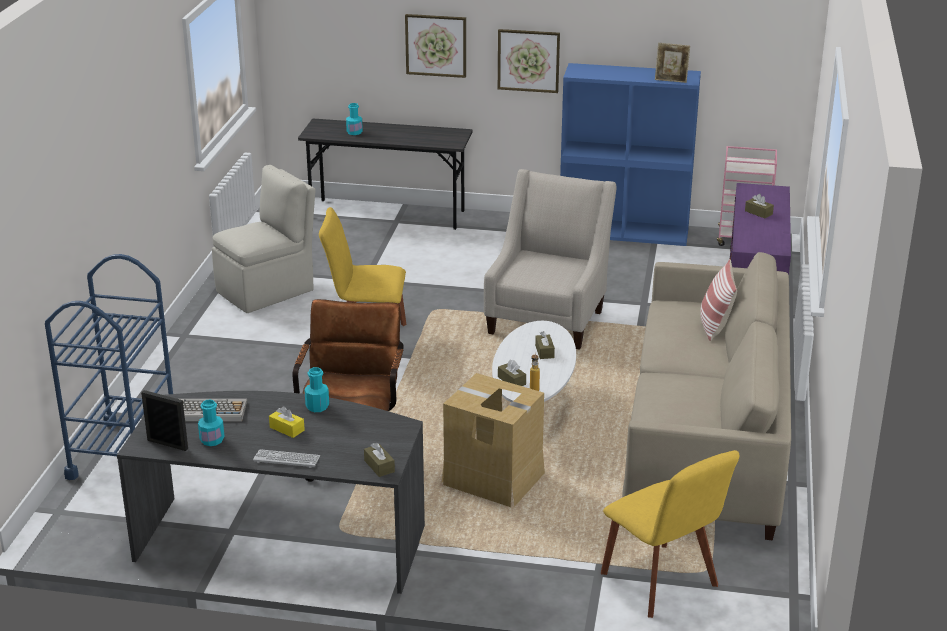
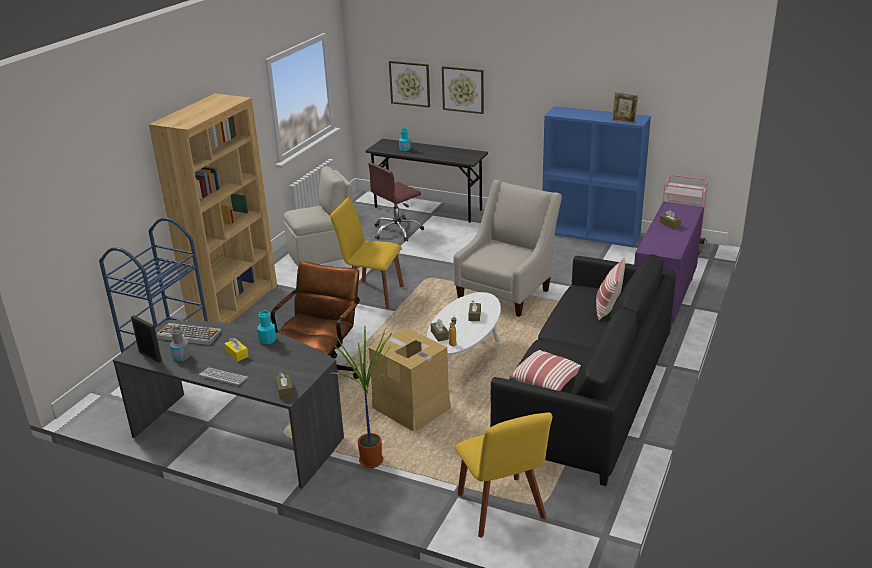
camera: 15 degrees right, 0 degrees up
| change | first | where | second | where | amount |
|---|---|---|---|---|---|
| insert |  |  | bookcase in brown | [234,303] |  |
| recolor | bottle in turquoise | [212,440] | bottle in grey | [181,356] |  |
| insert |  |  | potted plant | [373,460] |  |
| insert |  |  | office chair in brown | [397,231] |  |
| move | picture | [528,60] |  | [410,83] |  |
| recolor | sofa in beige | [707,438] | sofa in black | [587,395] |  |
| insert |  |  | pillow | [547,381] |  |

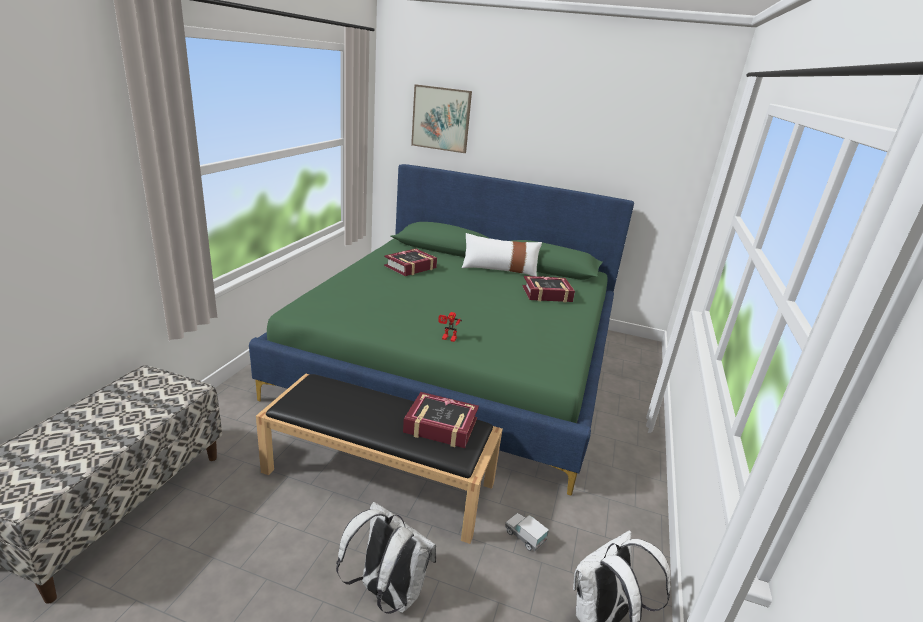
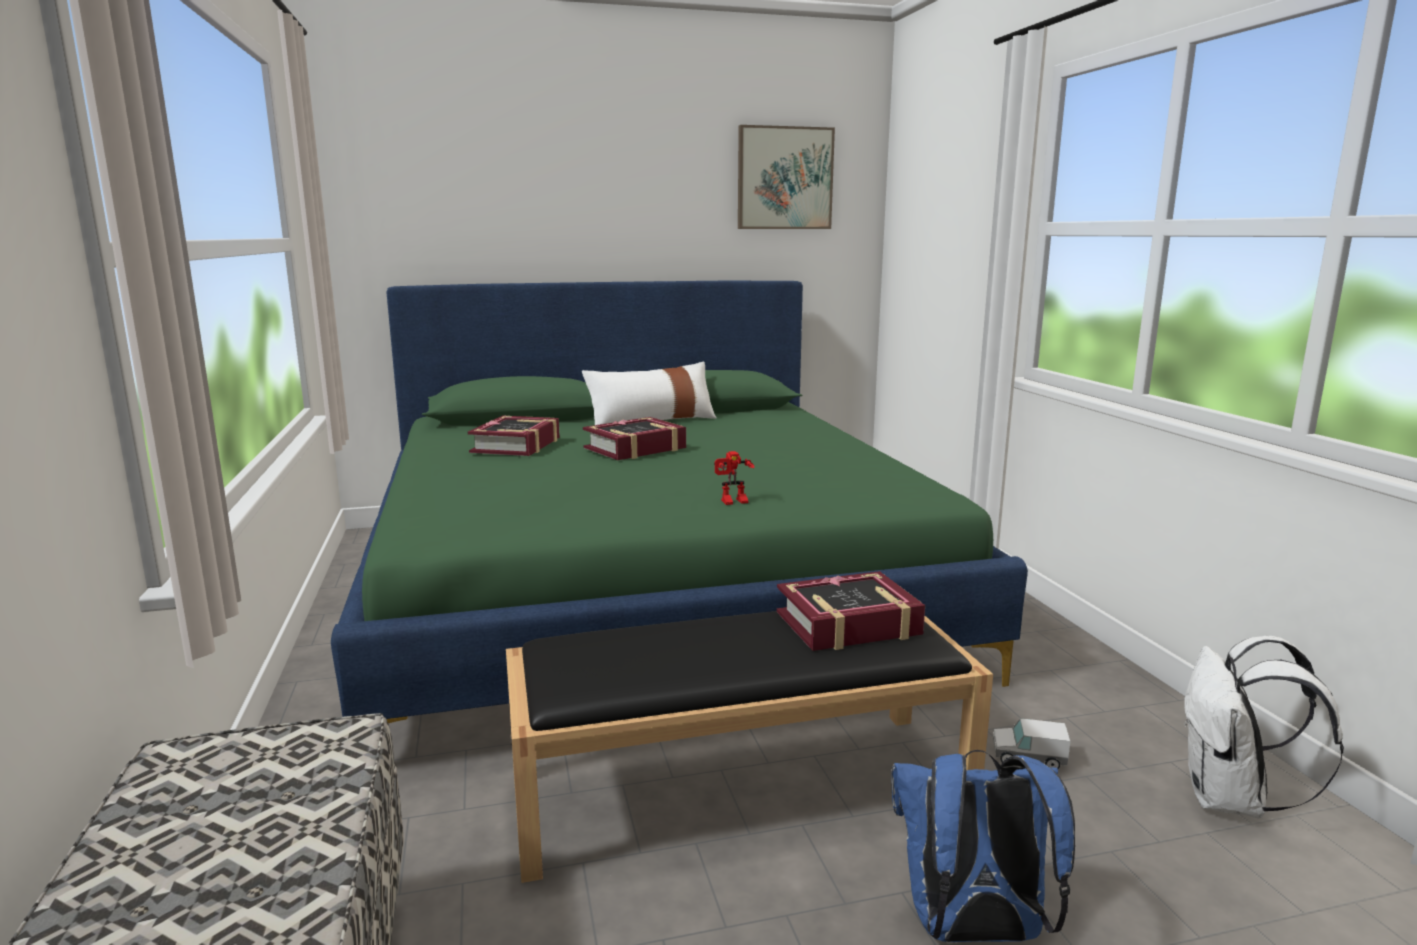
camera: 30 degrees left, 10 degrees down
| change | first | where | second | where | amount |
|---|---|---|---|---|---|
| move | book | [547,294] |  | [635,448] |  |
| move | picture | [441,119] |  | [784,178] |  |
| recolor | backpack in white | [387,593] | backpack in blue | [971,931] |  |

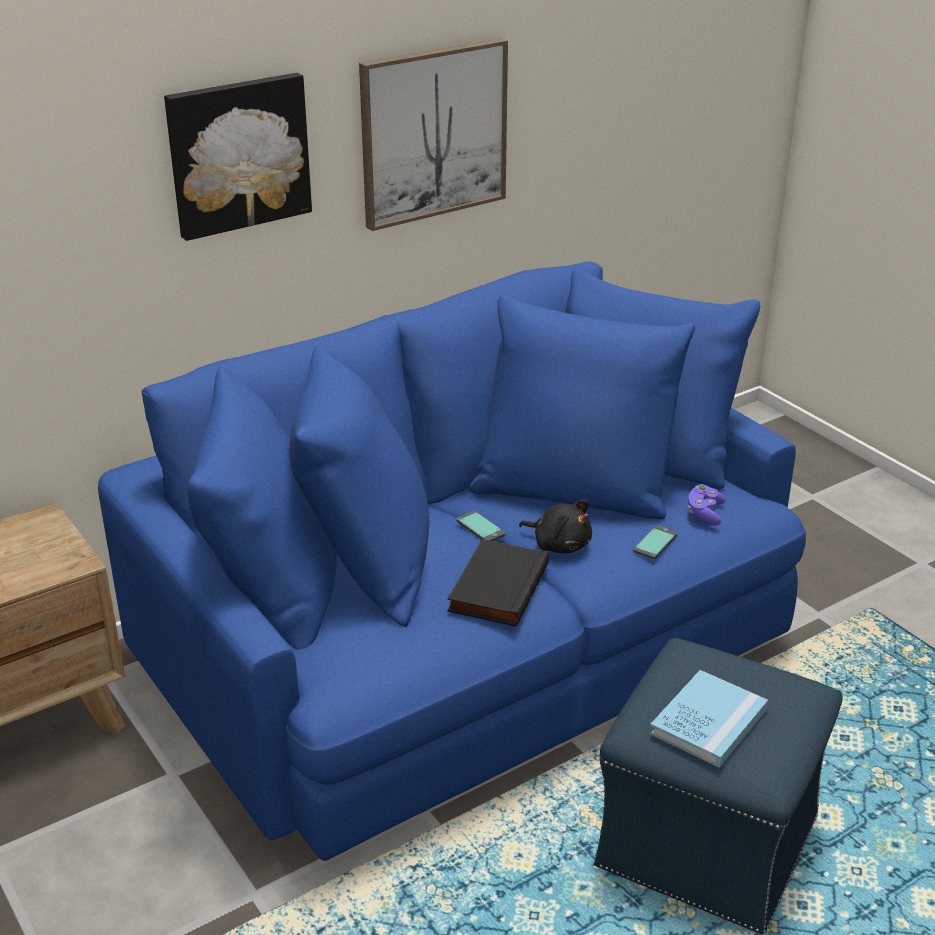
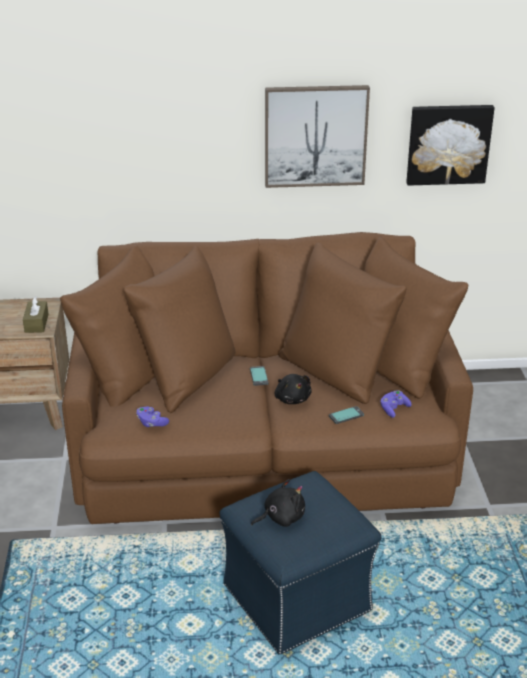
camera: 30 degrees right, 0 degrees up
| change | first | where | second | where | amount |
|---|---|---|---|---|---|
| insert |  |  | tissue box in brown | [36,323] |  |
| recolor | sofa in blue | [466,641] | sofa in brown | [264,446] |  |
| insert |  |  | game controller in purple | [151,423] |  |
| replace | book in blue | [708,722] | plush toy in black | [281,517] |  |
| move | picture | [238,154] |  | [448,144] |  |
| delete | book in black | [496,587] |  |  |  |

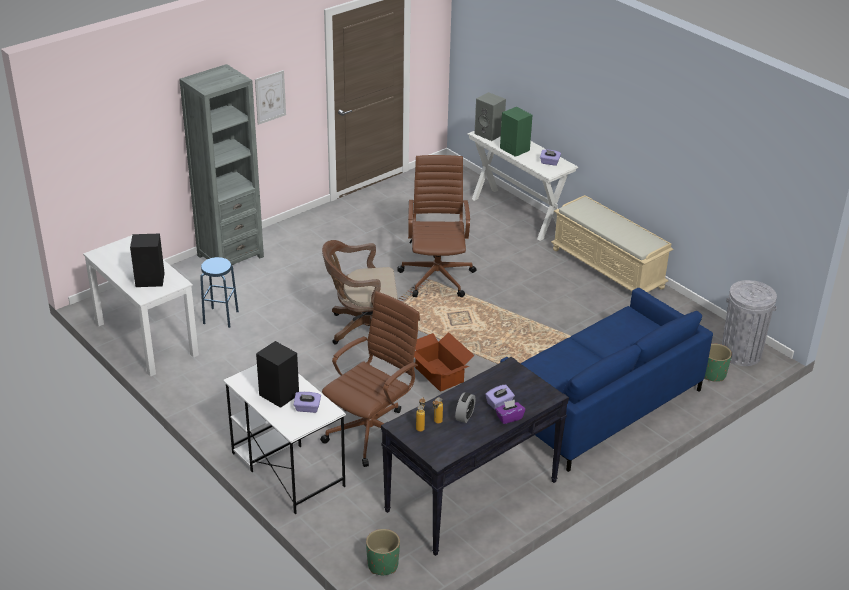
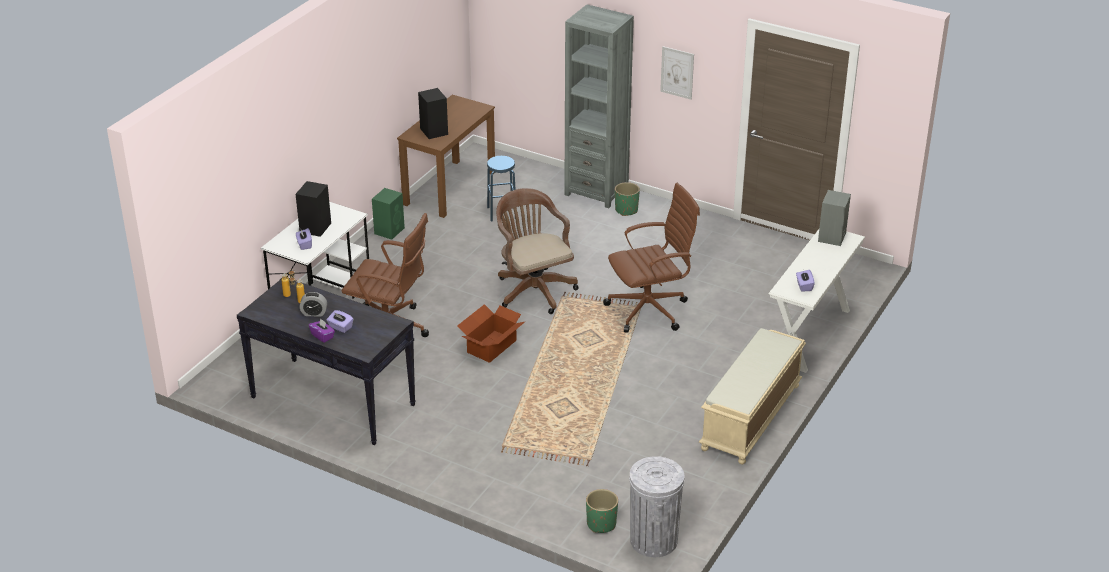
camera: 70 degrees right, 0 degrees up
| change | first | where | second | where | amount |
|---|---|---|---|---|---|
| move | speaker in green | [514,149] |  | [389,230] |  |
| recolor | desk in white | [146,339] | desk in brown | [449,188] |  |
| move | planter in green | [382,565] |  | [626,210] |  |
| delete | sofa in blue | [600,404] |  |  |  |

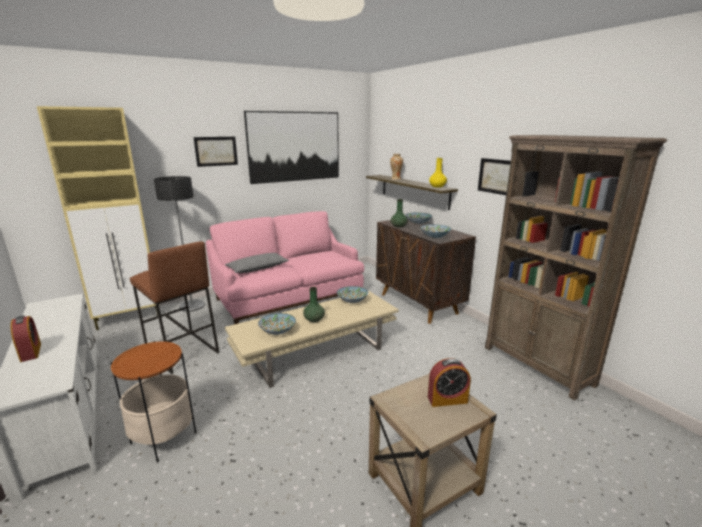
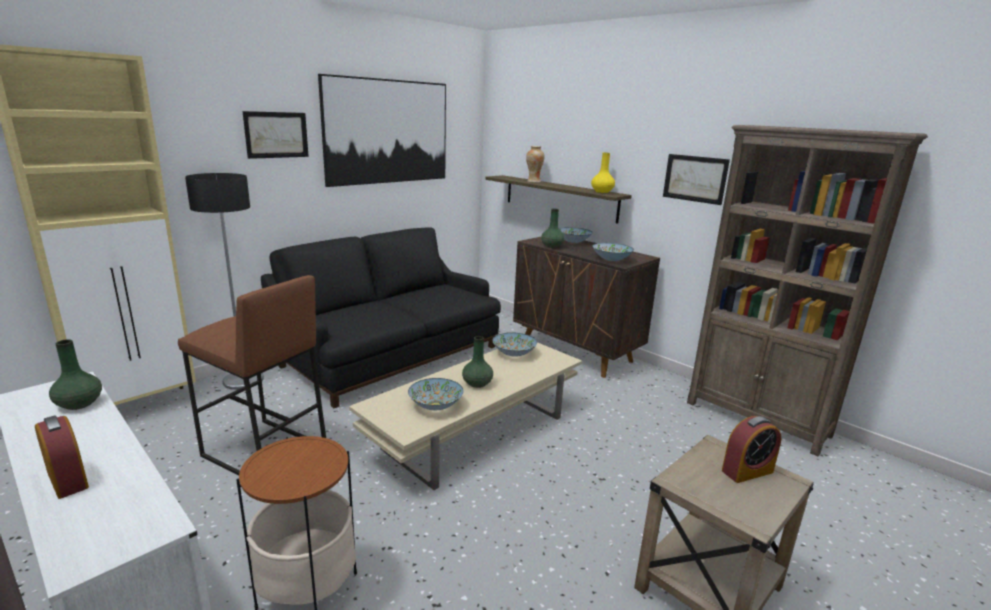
camera: 15 degrees left, 0 degrees up
| change | first | where | second | where | amount |
|---|---|---|---|---|---|
| insert |  |  | vase in green | [79,403] |  |
| recolor | sofa in pink | [289,296] | sofa in black | [391,354] |  |
| delete | pillow in grey | [258,268] |  |  |  |

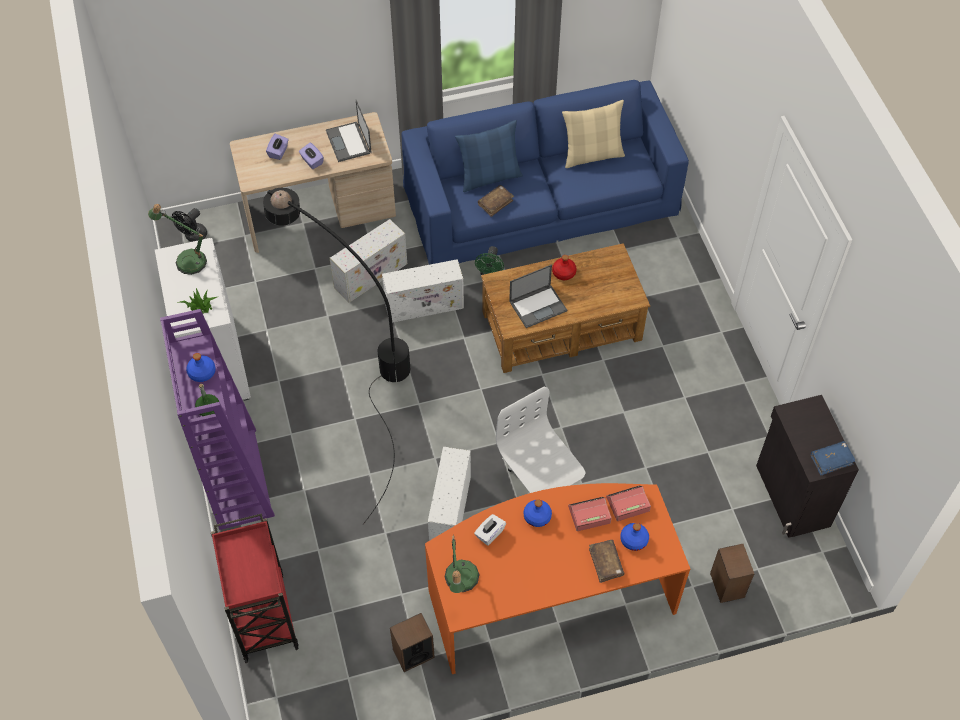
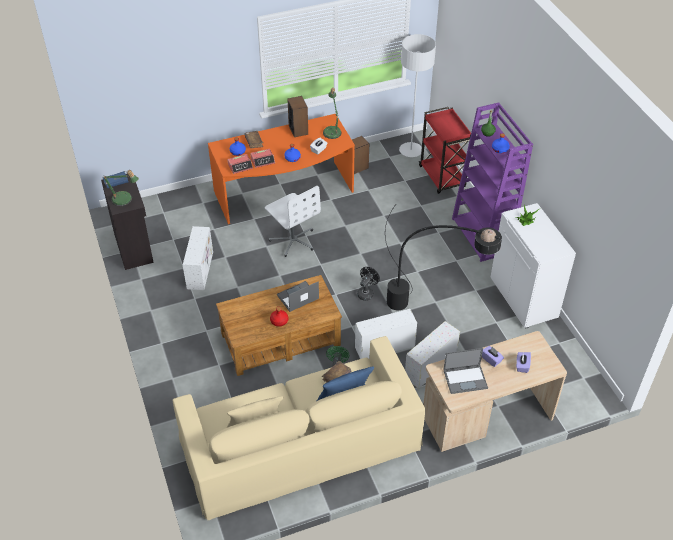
camera: 175 degrees right, 10 degrees down
| change | first | where | second | where | amount |
|---|---|---|---|---|---|
| move | table lamp | [187,259] |  | [124,200] |  |
| recolor | sofa in blue | [541,198] | sofa in beige | [300,443] |  |
| move | storage box in white | [450,512] |  | [200,269] |  |
| move | speaker | [727,585] |  | [298,130] |  |
| move | fan in black | [193,237] |  | [366,293] |  |
| insert |  |  | floor lamp in grey | [410,150] |  |
| rotate | laptop | [349,142] |  | [465,379] | 105 degrees clockwise |

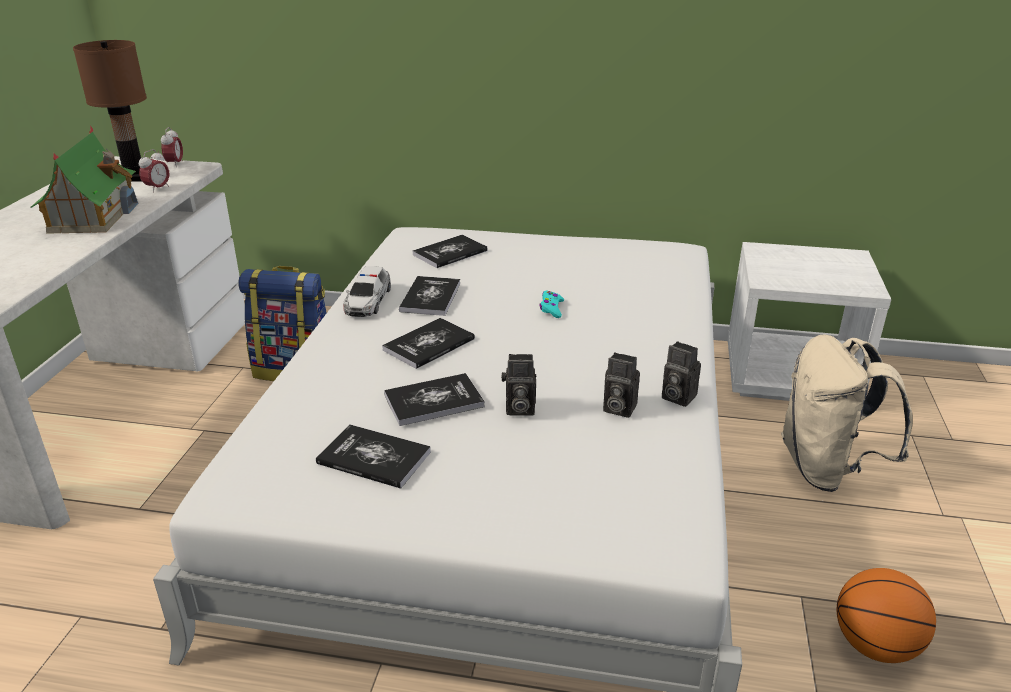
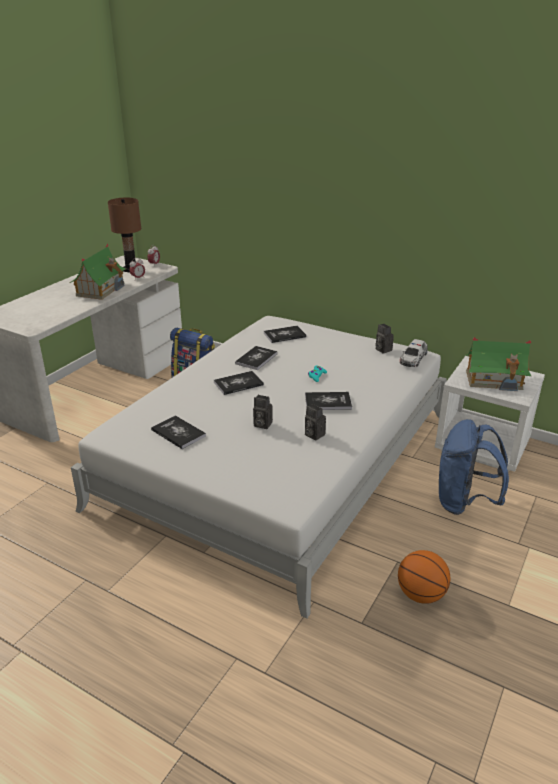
camera: 20 degrees right, 0 degrees up
| change | first | where | second | where | amount |
|---|---|---|---|---|---|
| move | book | [434,401] |  | [328,402] |  |
| move | photo camera | [676,397] |  | [382,349] |  |
| move | toy car | [367,301] |  | [413,358] |  |
| recolor | backpack in beige | [826,469] | backpack in blue | [464,502] |  |
| insert |  |  | toy house | [494,380] |  |

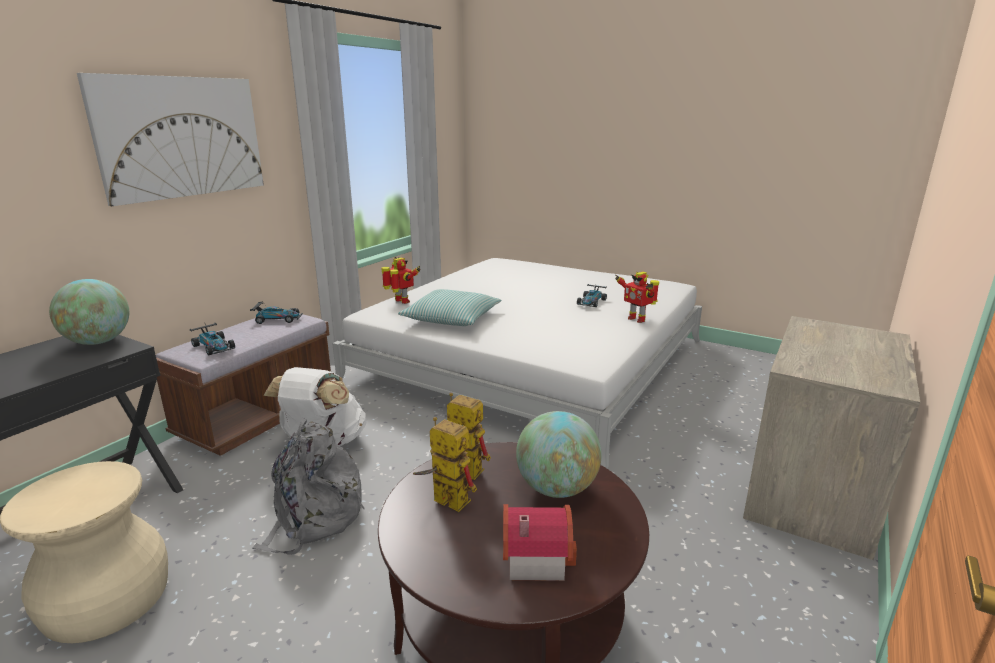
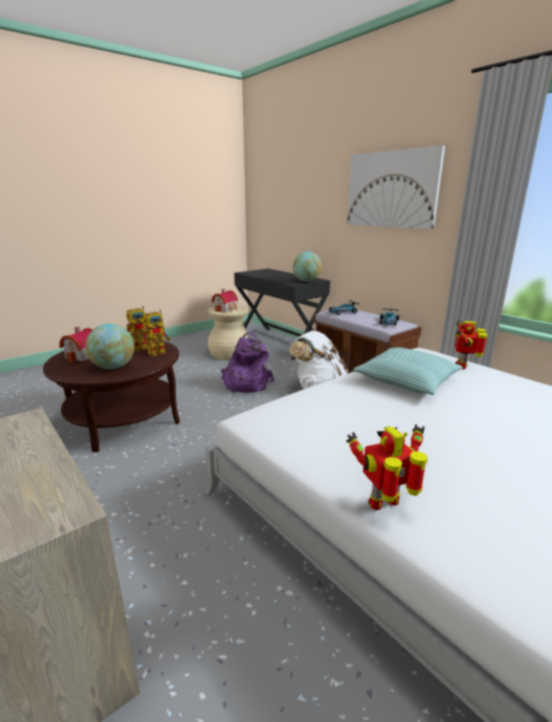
camera: 110 degrees right, 0 degrees up
| change | first | where | second | where | amount |
|---|---|---|---|---|---|
| insert |  |  | toy house | [226,309] |  |
| recolor | backpack in grey | [314,517] | backpack in purple | [245,384] |  |
| rotate | toy robot | [401,302] |  | [462,366] | 135 degrees clockwise |
| delete | toy car | [591,302] |  |  |  |

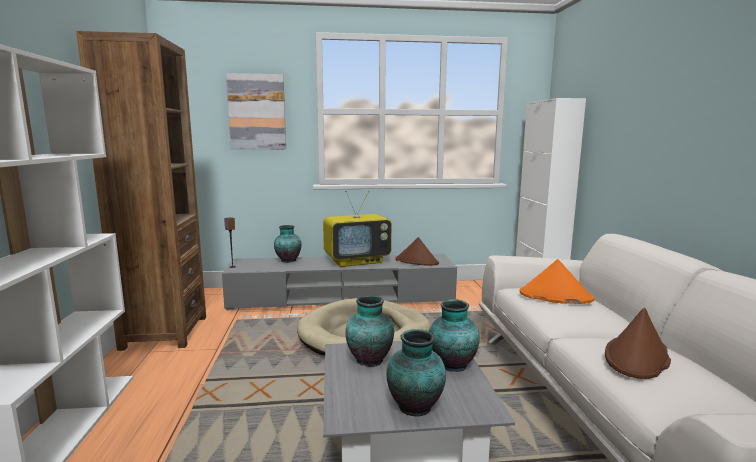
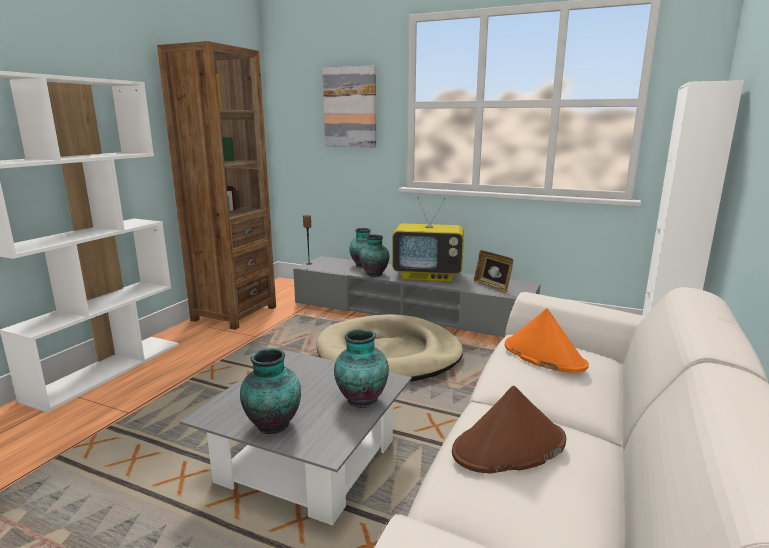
camera: 30 degrees right, 5 degrees up
| change | first | where | second | where | amount |
|---|---|---|---|---|---|
| move | vase | [369,359] |  | [375,274] |  |
| replace | hat in brown | [417,261] | picture frame | [492,287] |  |

